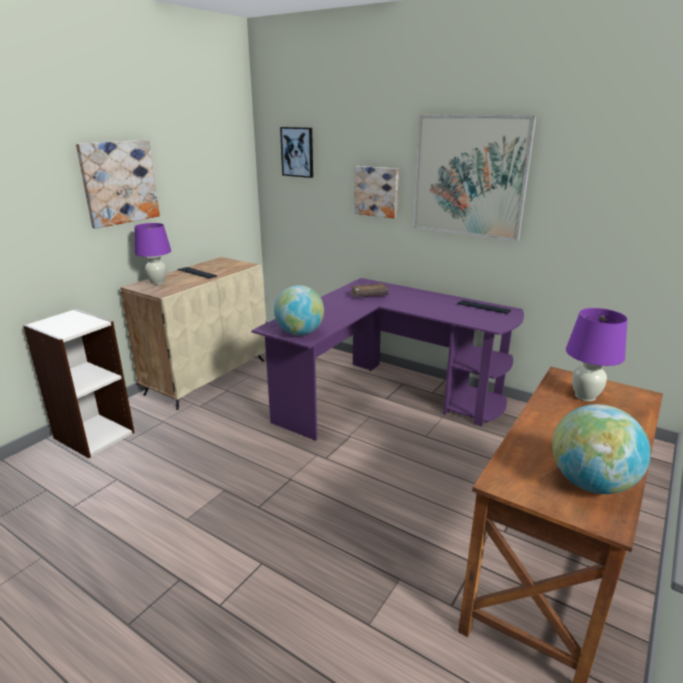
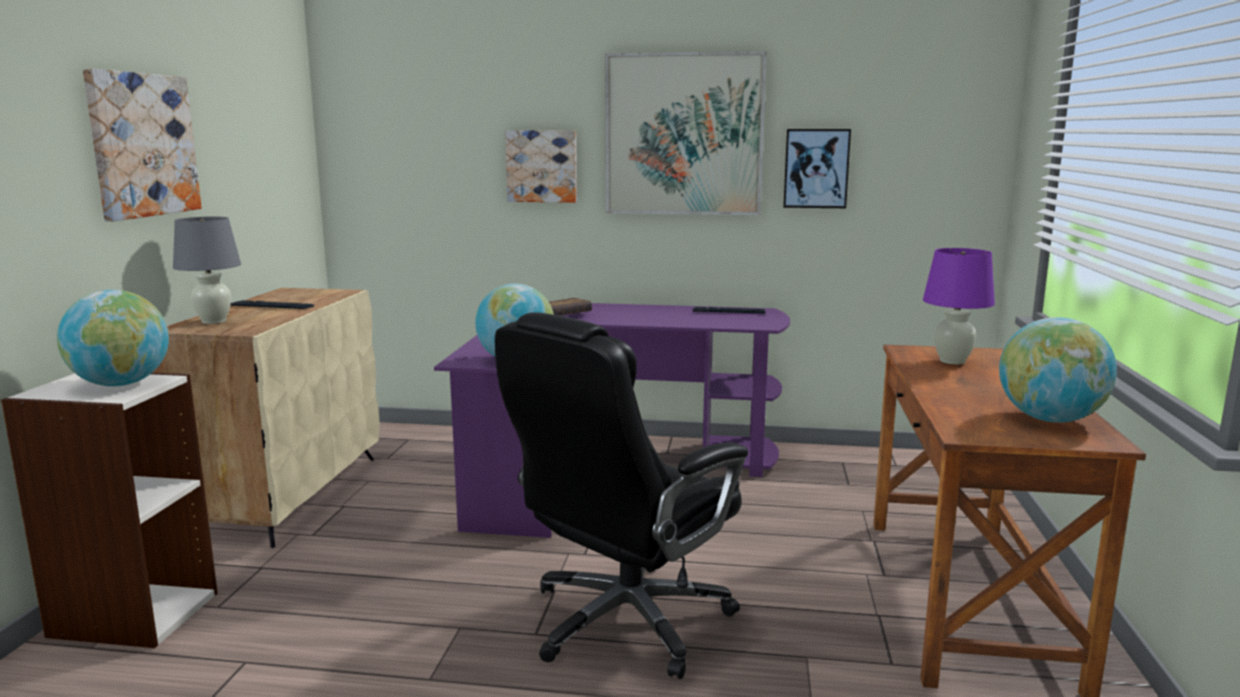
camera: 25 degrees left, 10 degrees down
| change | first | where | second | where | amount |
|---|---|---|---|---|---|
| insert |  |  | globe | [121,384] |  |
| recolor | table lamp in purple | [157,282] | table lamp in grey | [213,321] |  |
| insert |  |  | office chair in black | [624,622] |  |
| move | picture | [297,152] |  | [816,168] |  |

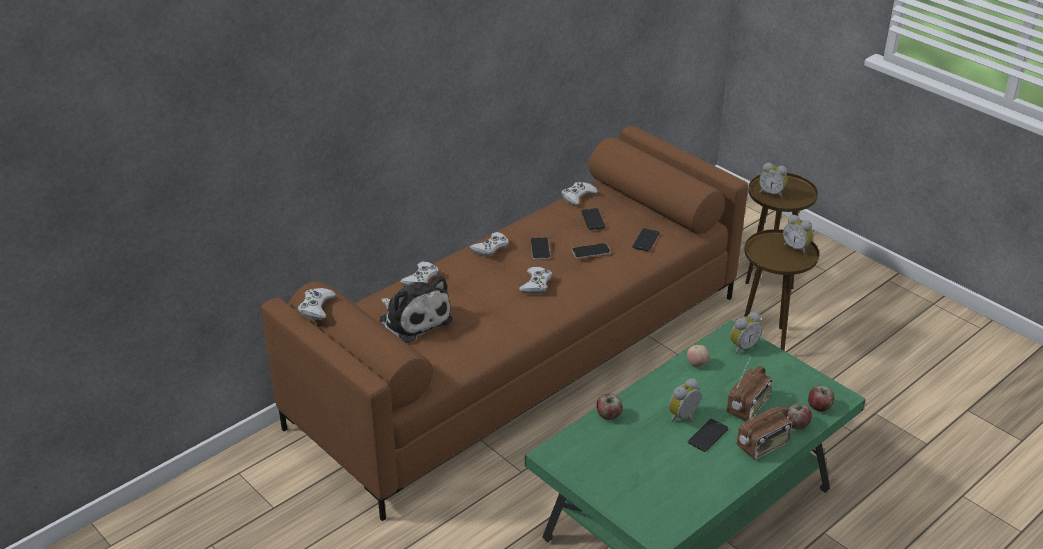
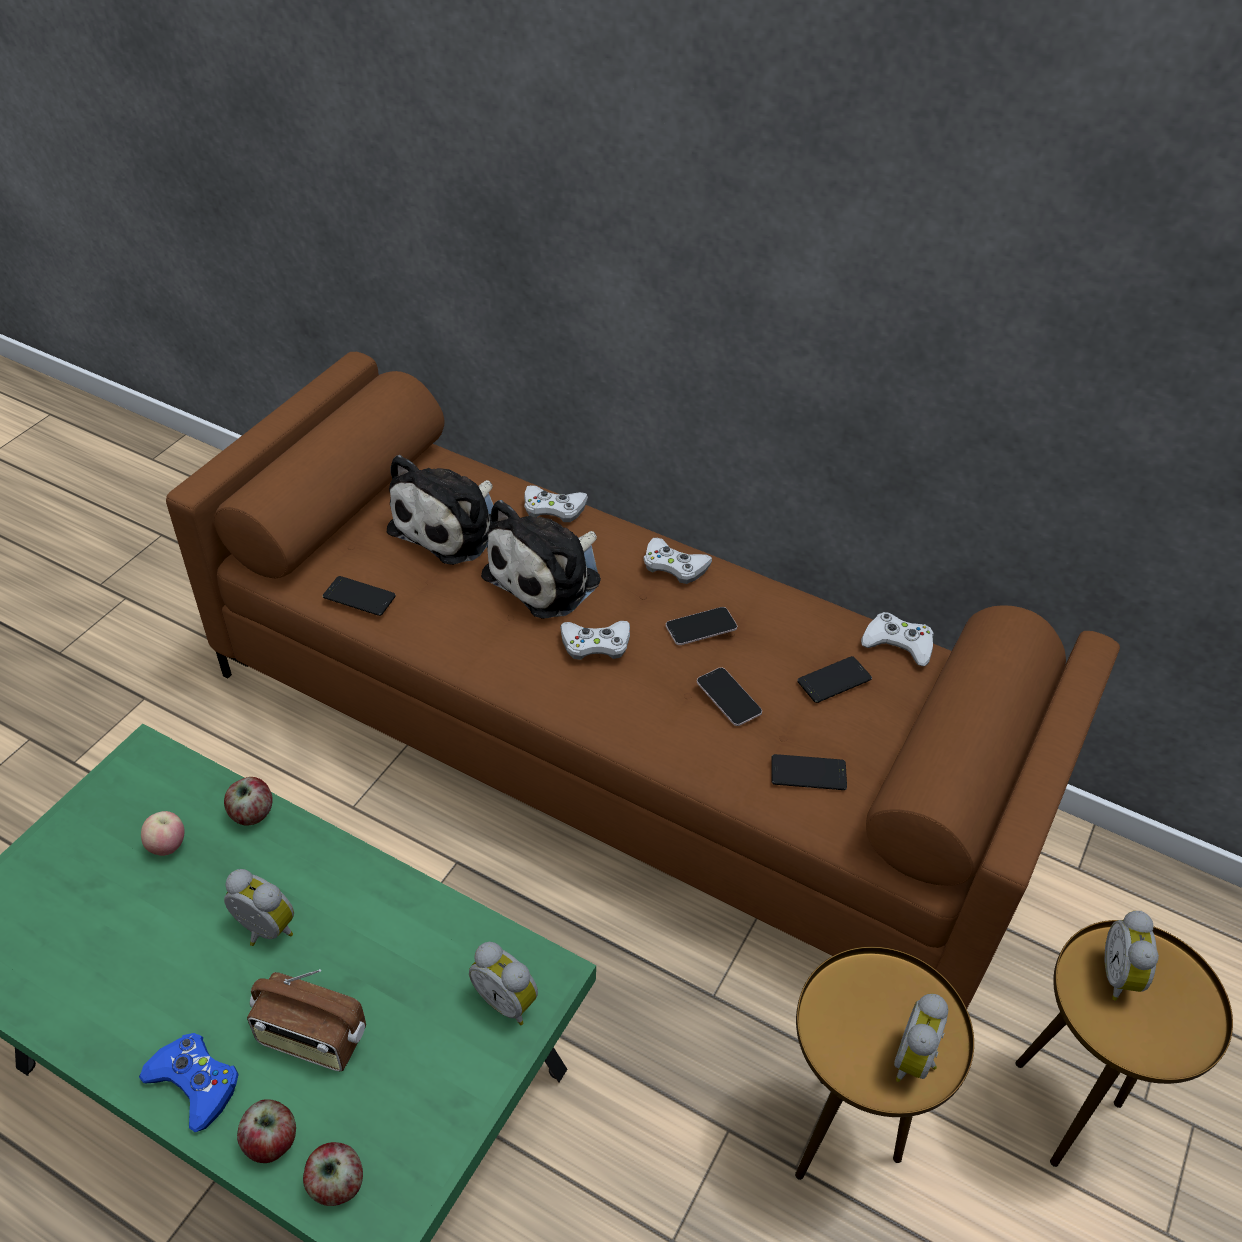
camera: 70 degrees right, 10 degrees up
| change | first | where | second | where | amount |
|---|---|---|---|---|---|
| replace | radio | [763,446] | game controller in blue | [195,1083] |  |
| move | apple | [696,364] |  | [168,846] |  |
| move | phone | [708,435] |  | [359,596] |  |
| insert |  |  | plush toy | [548,576] |  |
| delete | game controller in white | [316,307] |  |  |  |

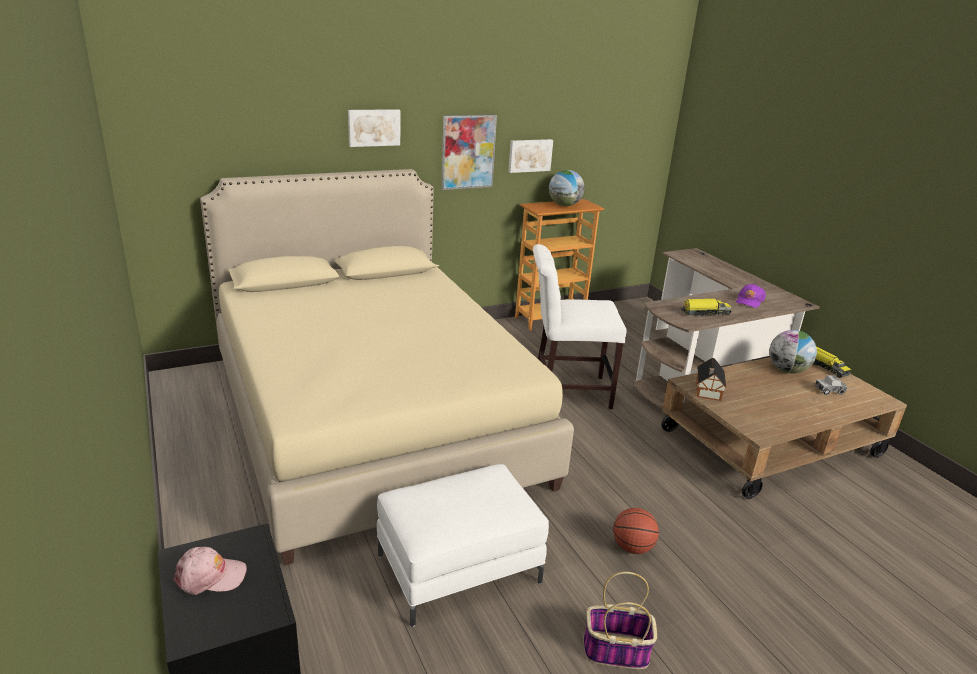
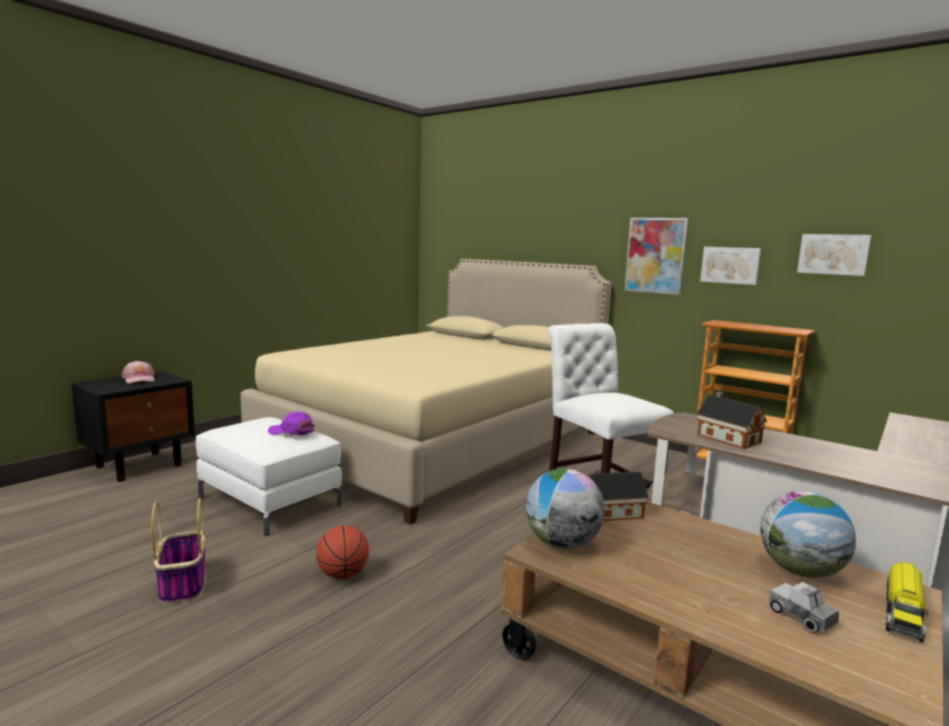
camera: 65 degrees right, 15 degrees down
| change | first | where | second | where | amount |
|---|---|---|---|---|---|
| move | cap in purple | [749,301] |  | [292,431] |  |
| move | globe | [564,205] |  | [561,543] |  |
| replace | toy truck | [705,313] | toy house | [726,438] |  |
| move | picture | [373,127] |  | [833,254] |  |

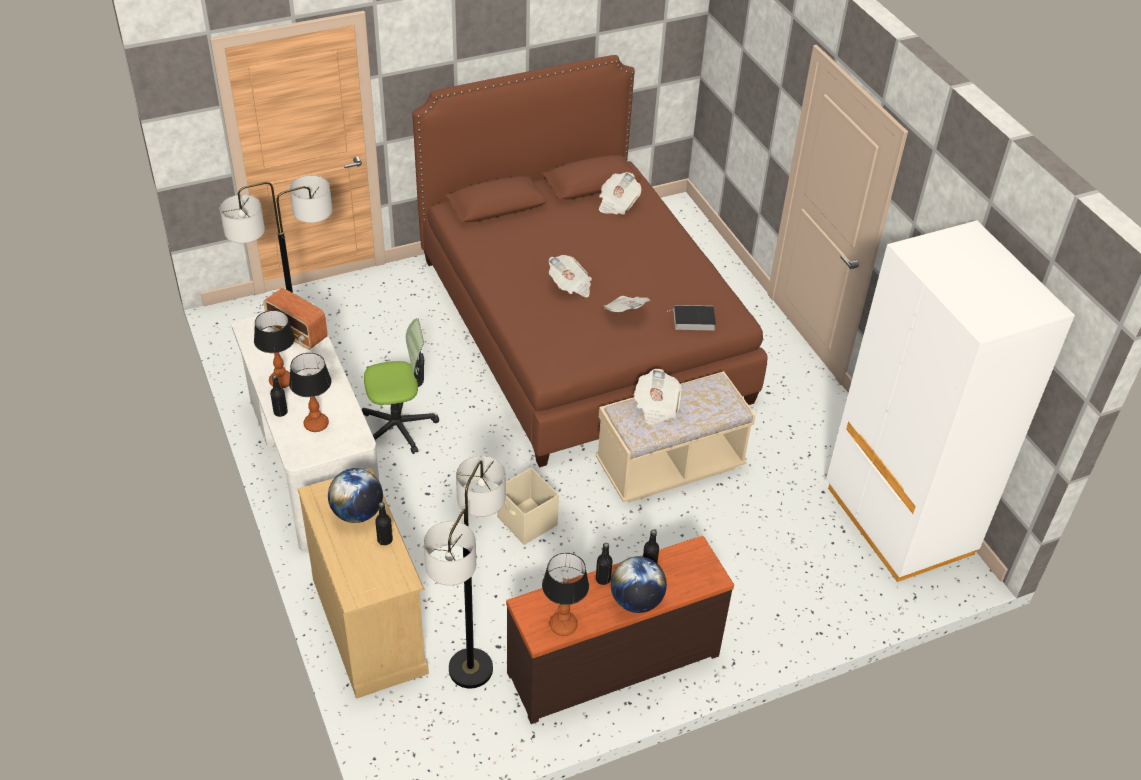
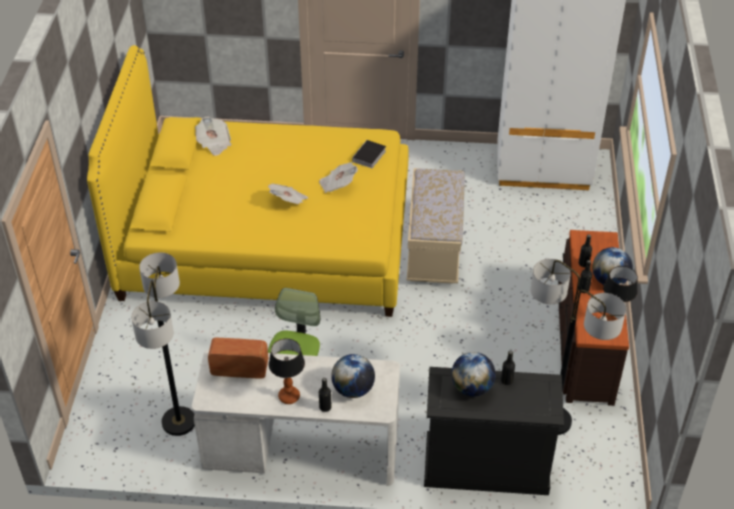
camera: 60 degrees left, 0 degrees up
| change | first | where | second | where | amount |
|---|---|---|---|---|---|
| recolor | bed in brown | [580,328] | bed in yellow | [266,240] |  |
| rotate | radio | [298,334] |  | [239,369] | 150 degrees counterclockwise |
| replace | table lamp | [315,424] | globe | [353,389] |  |
| recolor | dresser in beige | [369,625] | dresser in black | [486,465] |  |
| delete | storage box in beige | [527,522] |  |  |  |
| delete | newspaper | [656,407] |  |  |  |

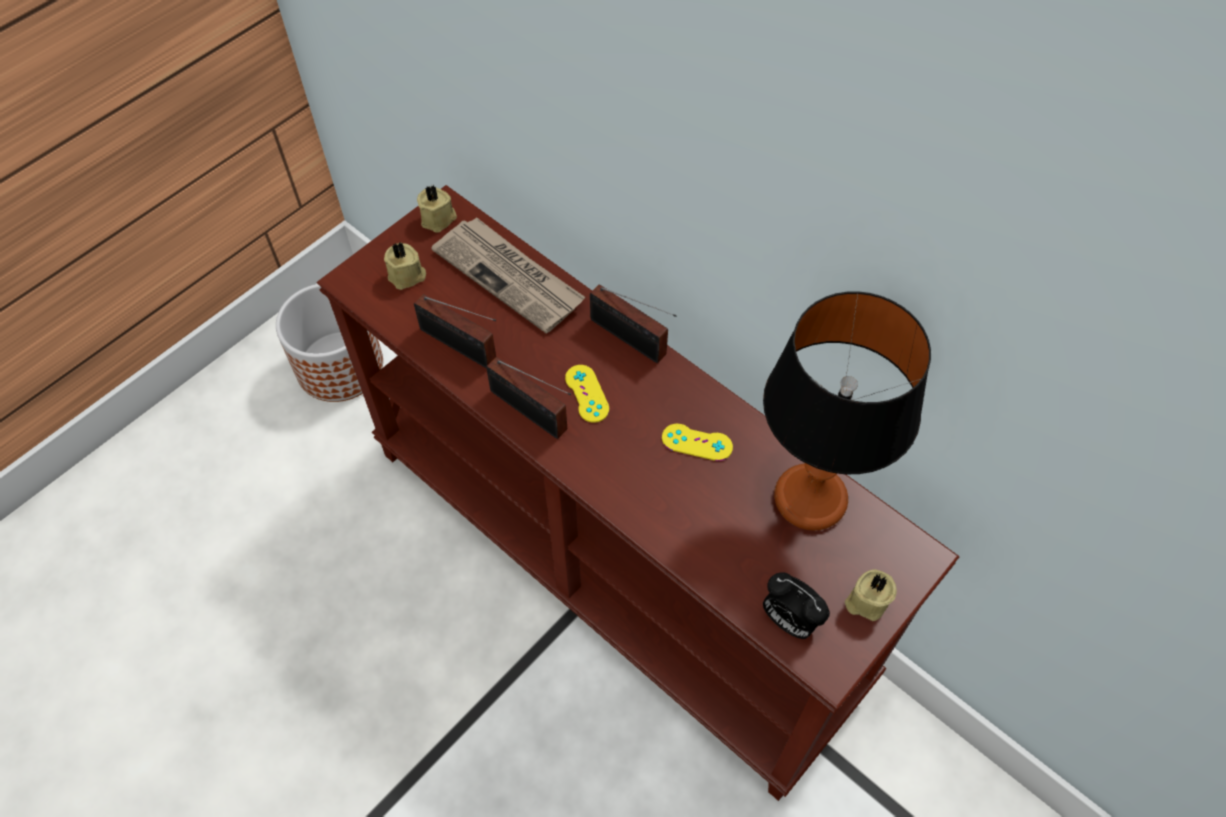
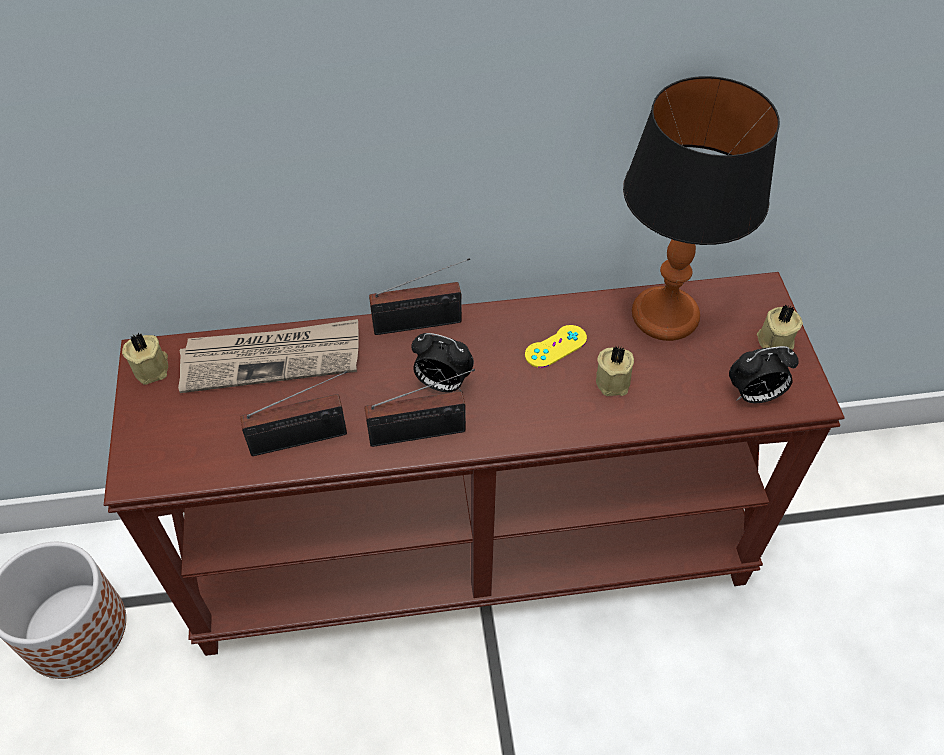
camera: 50 degrees left, 5 degrees down
| change | first | where | second | where | amount |
|---|---|---|---|---|---|
| replace | game controller in yellow | [587,393] | alarm clock | [442,384] |  |
| move | candle in beige | [407,276] |  | [614,380] |  |

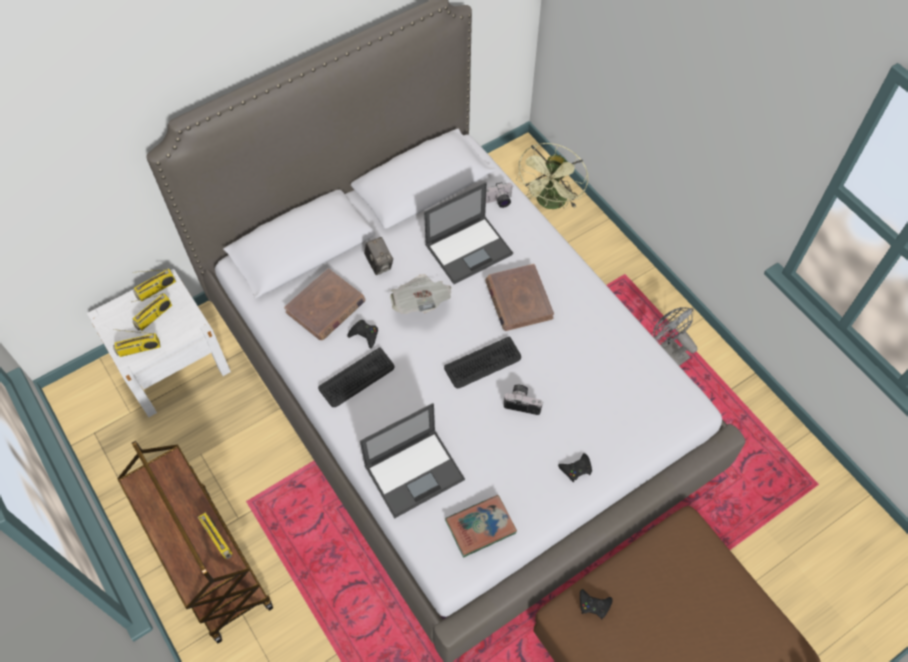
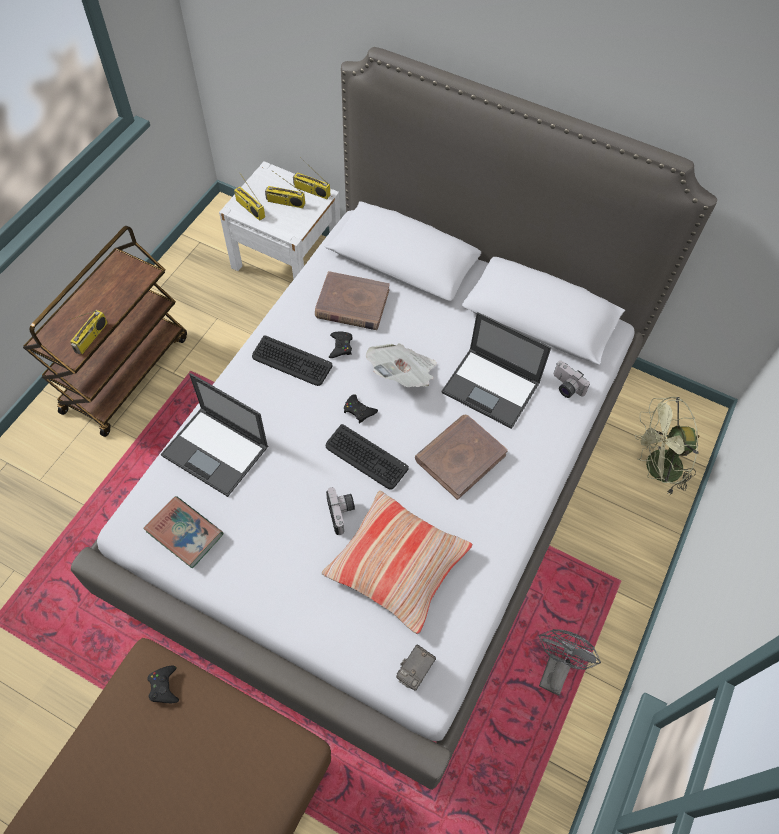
camera: 60 degrees right, 0 degrees up
| change | first | where | second | where | amount |
|---|---|---|---|---|---|
| insert |  |  | pillow | [397,565] |  |
| move | game controller in black | [576,469] |  | [359,410] |  |
| move | photo camera | [379,264] |  | [415,672] |  |

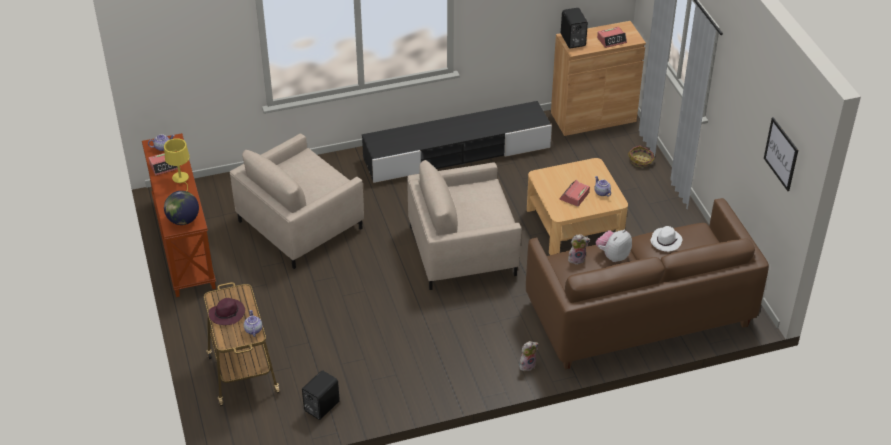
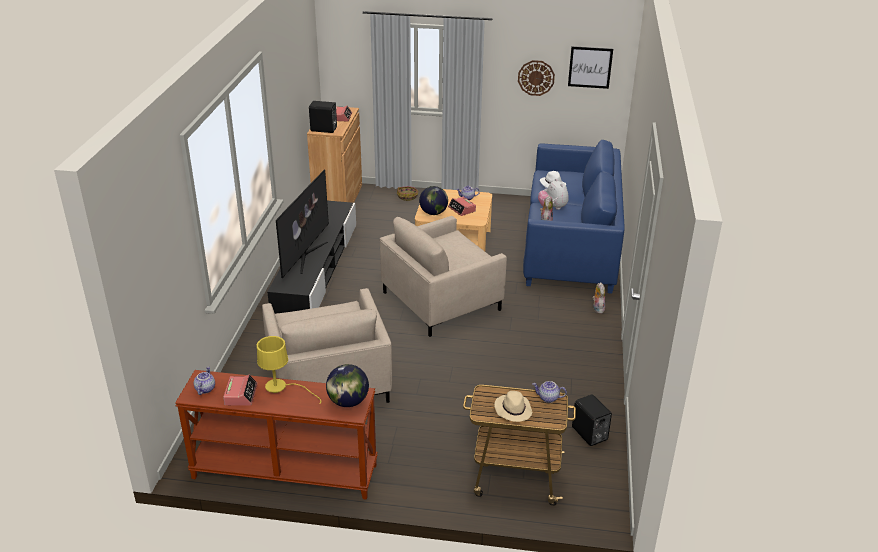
camera: 65 degrees left, 10 degrees down
| change | first | where | second | where | amount |
|---|---|---|---|---|---|
| insert |  |  | television | [305,256] |  |
| rotate | armchair in beige | [462,250] |  | [441,301] | 45 degrees clockwise |
| insert |  |  | globe | [433,213] |  |
| recolor | hat in purple | [227,313] | hat in beige | [513,410] |  |
| insert |  |  | wall clock | [536,77] |  |
| recolor | sofa in brown | [638,313] | sofa in blue | [570,246] |  |

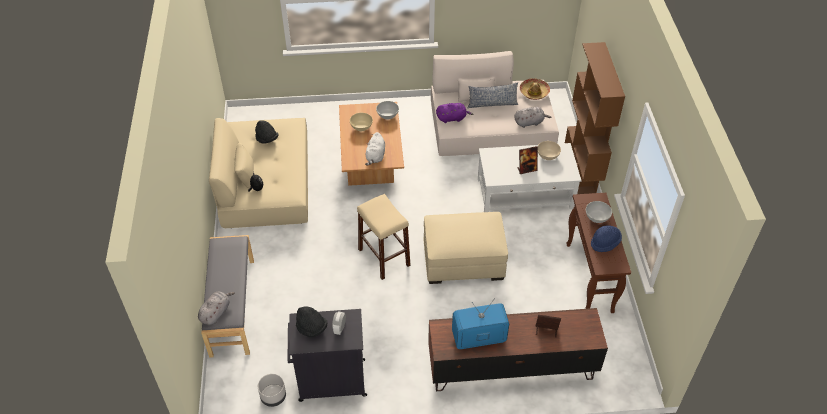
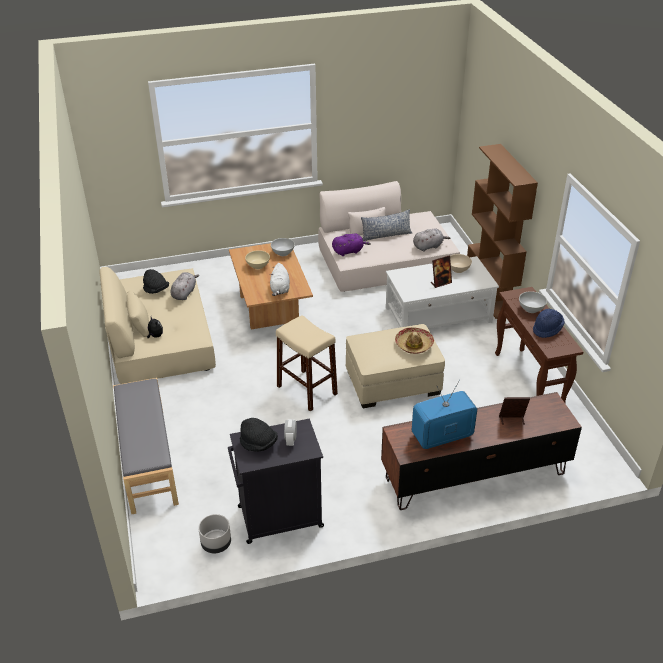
camera: 10 degrees left, 10 degrees down
| change | first | where | second | where | amount |
|---|---|---|---|---|---|
| move | plush toy in grey | [216,313] |  | [184,293] |  |
| move | hat | [534,92] |  | [414,344] |  |

